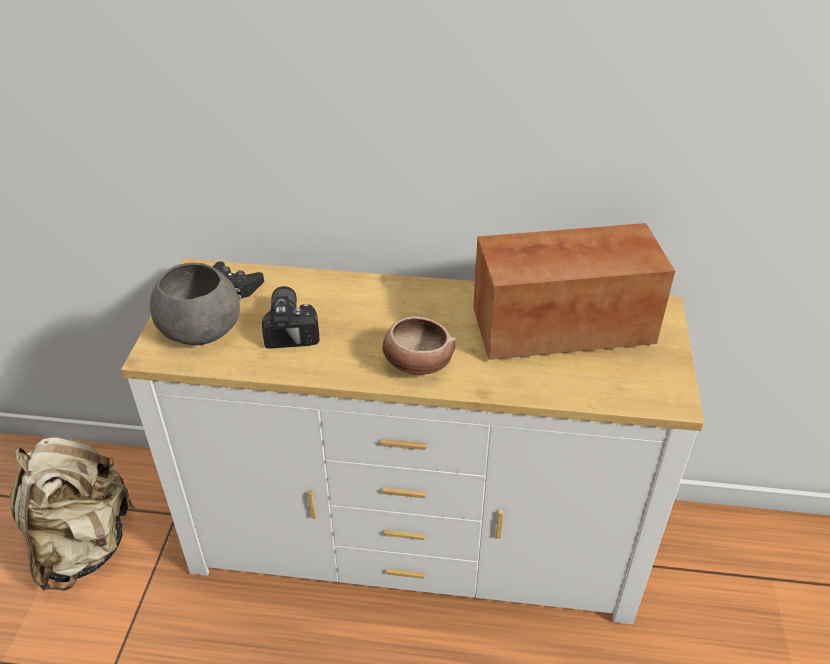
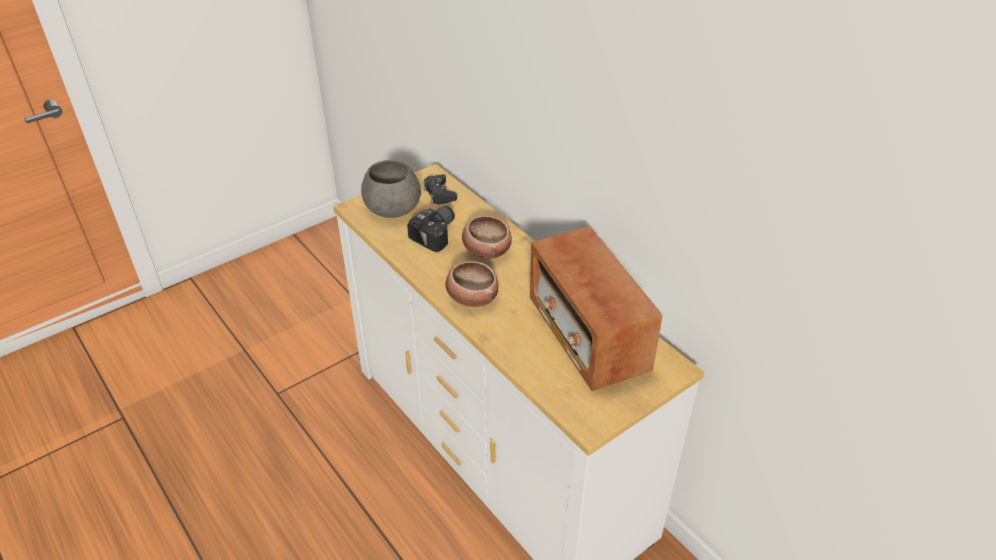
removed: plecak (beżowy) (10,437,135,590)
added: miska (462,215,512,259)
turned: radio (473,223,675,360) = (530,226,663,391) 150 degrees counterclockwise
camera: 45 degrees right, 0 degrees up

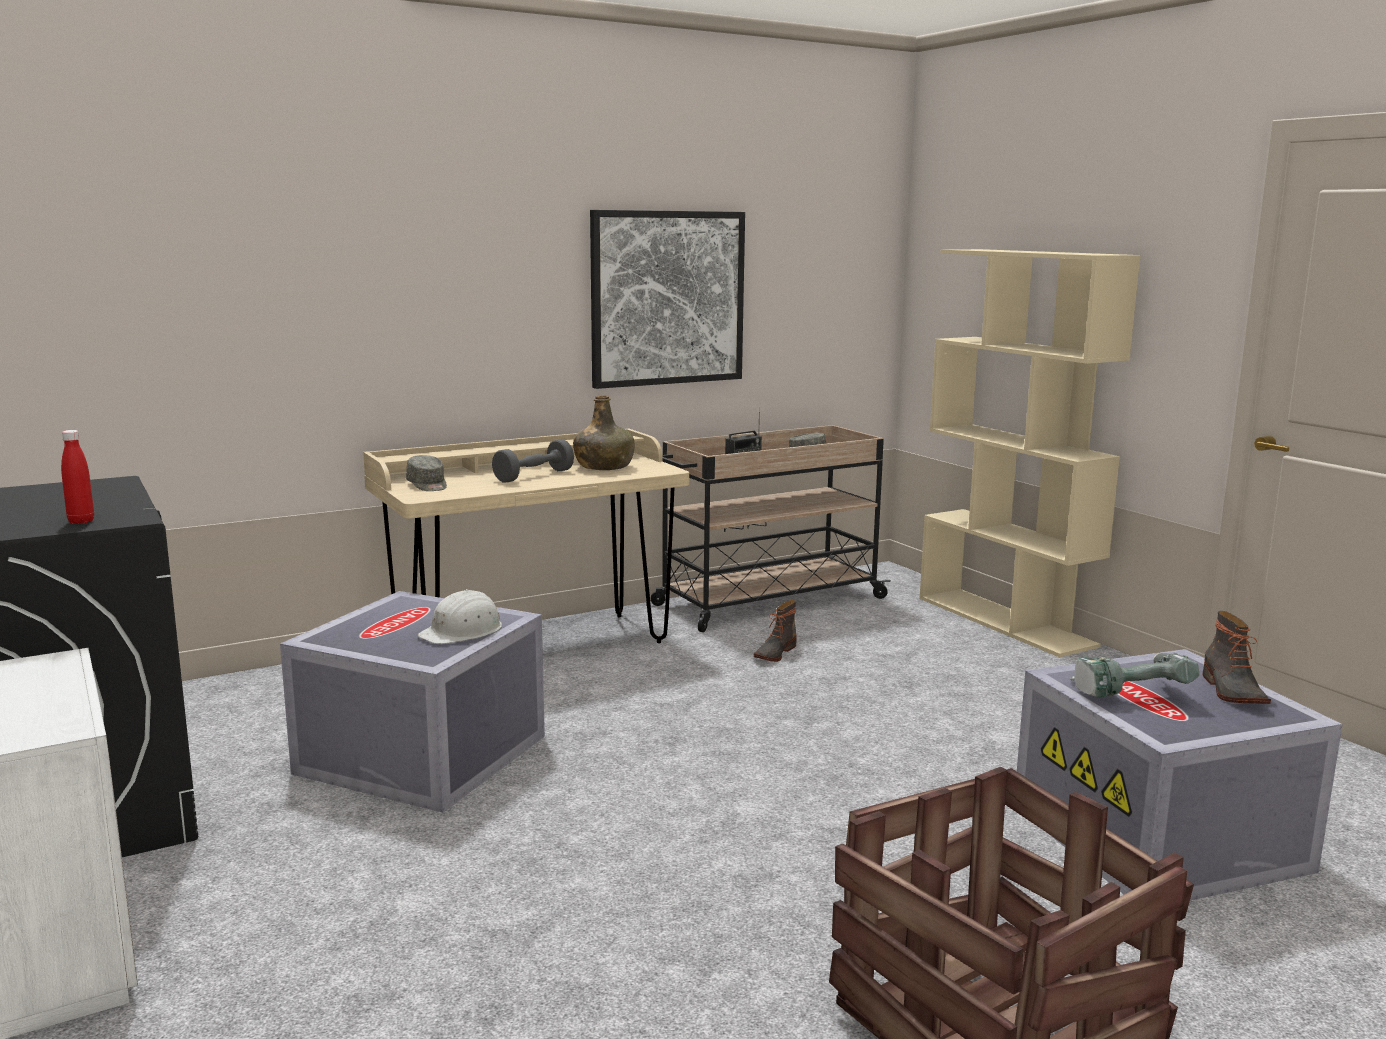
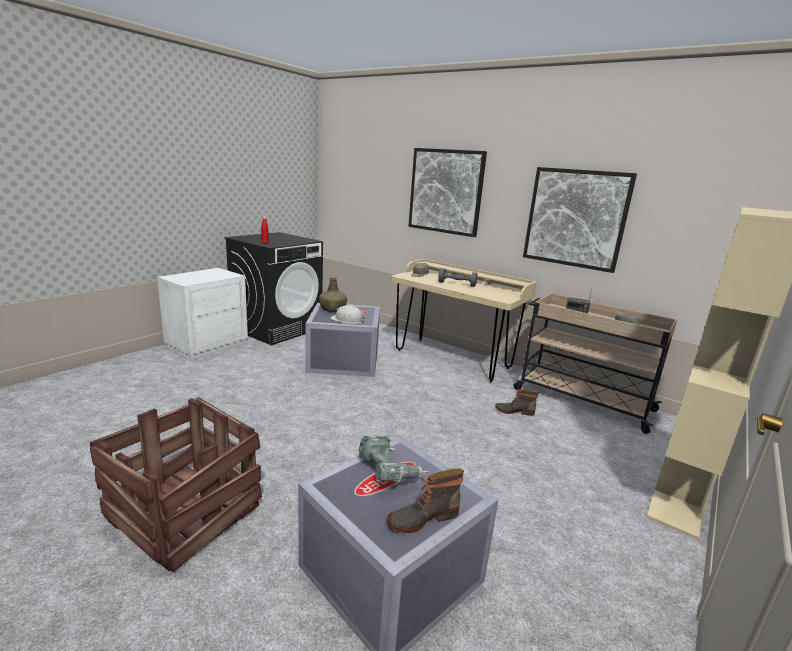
added: obraz (408,148,487,237)
moved: butelka (zielony) (573,396,634,470) to (319,277,347,312)
camera: 65 degrees right, 5 degrees up

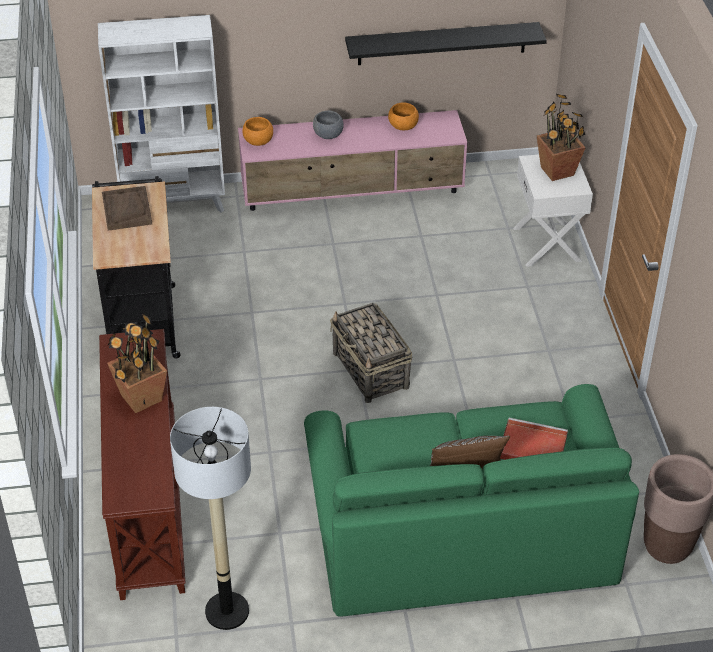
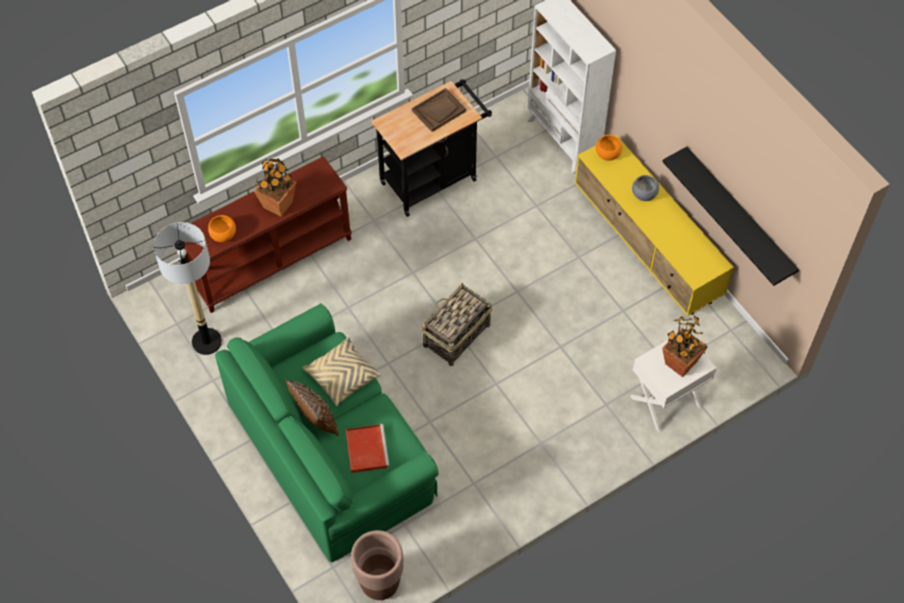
added: poduszka (beżowy) (302,337,381,406)
moved: miska (pomarańczowy) (388,102,419,130) to (208,215,236,242)
recoloured: szafka pod telewizor (różowy) (238,110,468,211) to szafka pod telewizor (żółty) (575,135,734,316)
camera: 65 degrees right, 15 degrees up

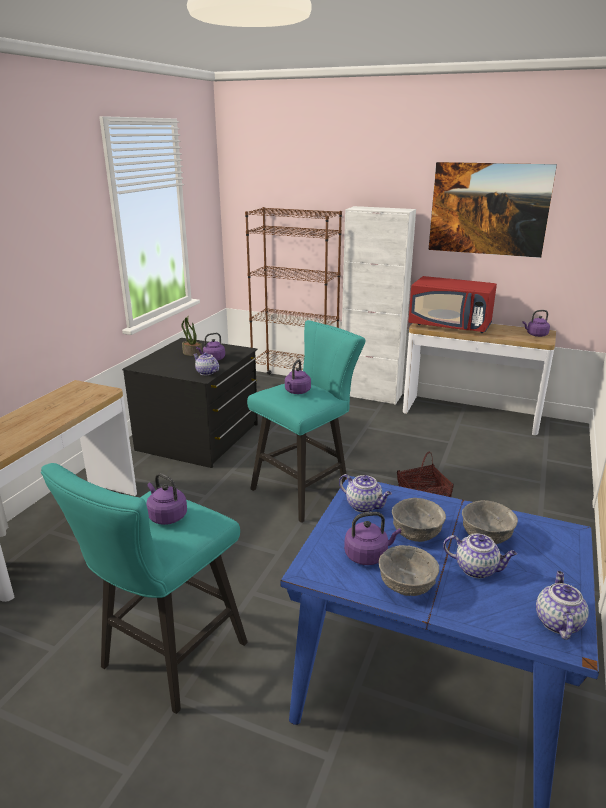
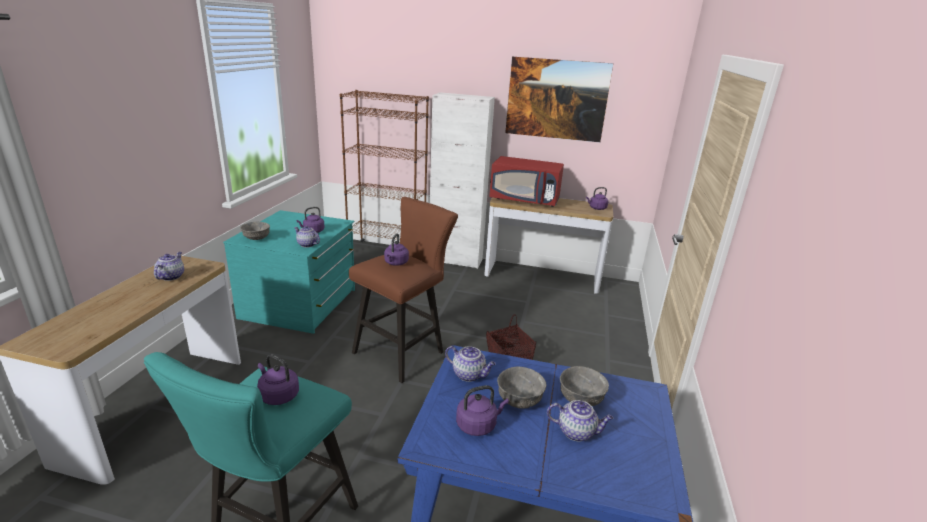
removed: roślina doniczkowa (181,316,202,356)
moved: imbryk (536,571,589,640) to (154,252,184,281); miska (szary) (379,545,439,596) to (240,222,270,240)
recoloured: komoda (czarny) (122,338,258,468) to komoda (turkusowy) (223,210,355,334); stołek (turkusowy) (247,320,365,523) to stołek (brązowy) (349,197,458,383)
camera: 10 degrees left, 0 degrees up

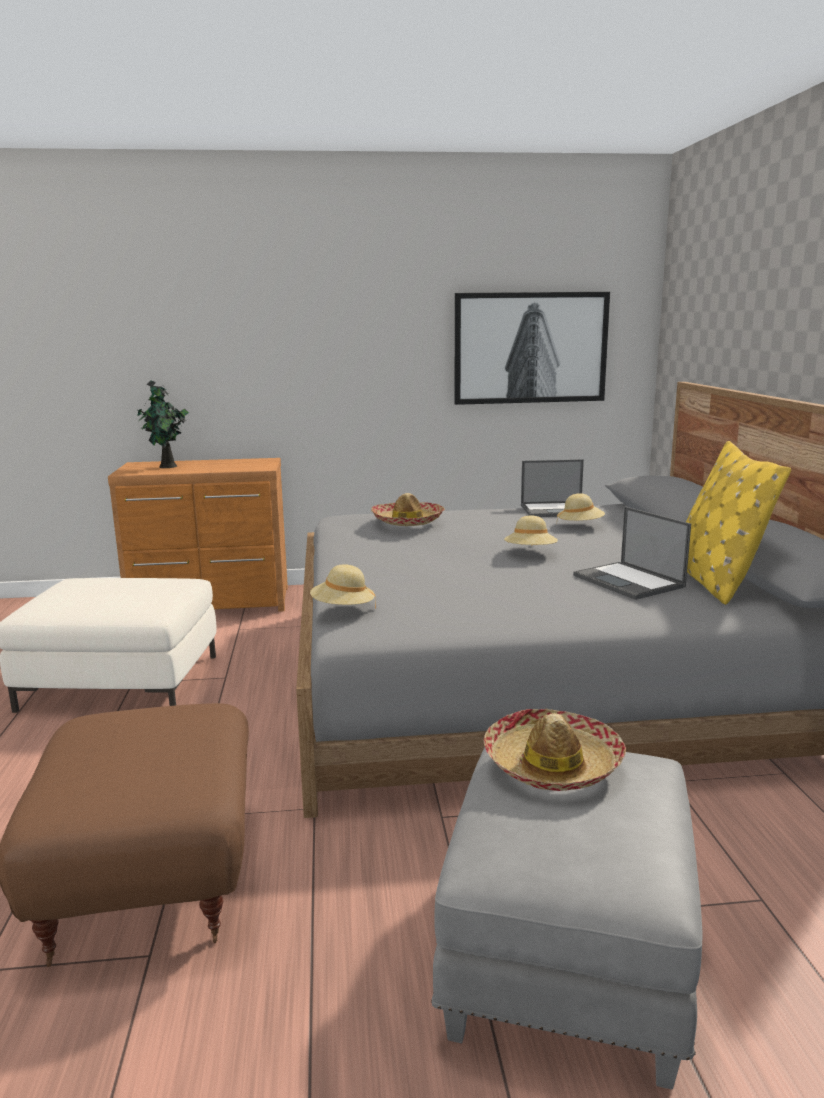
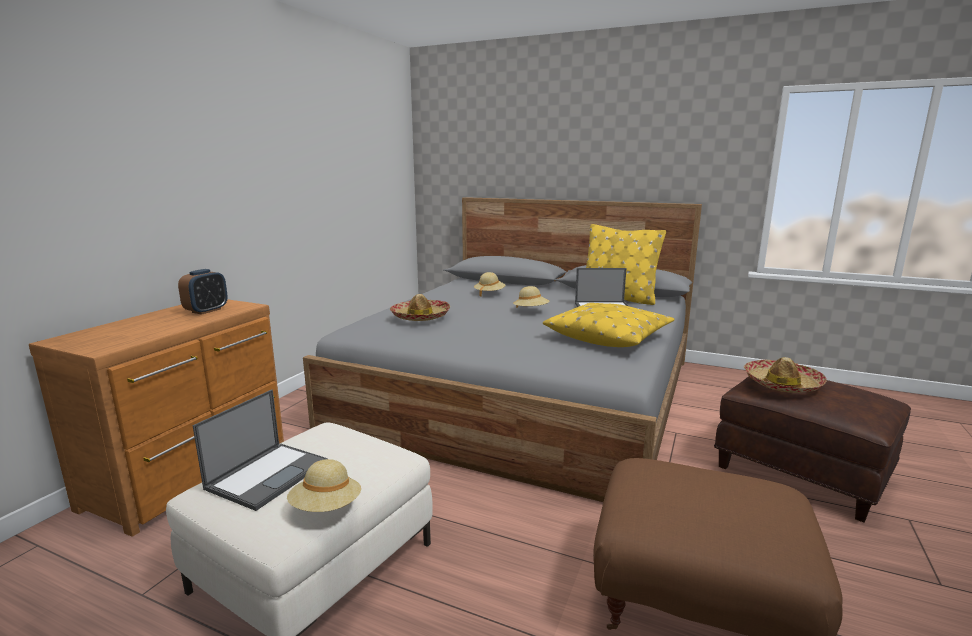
removed: roślina doniczkowa (137,380,189,468); obraz (455,292,610,405)
added: budzik (178,269,228,315); poduszka (żółty) (543,303,674,347)
moved: laptop (521,459,584,517) to (193,389,328,511); kapelusz (beżowy) (310,564,376,609) to (287,459,361,512)
recoloured: pufa (szary) (431,747,702,1090) to pufa (brązowy) (714,377,911,523)
camera: 60 degrees left, 0 degrees up

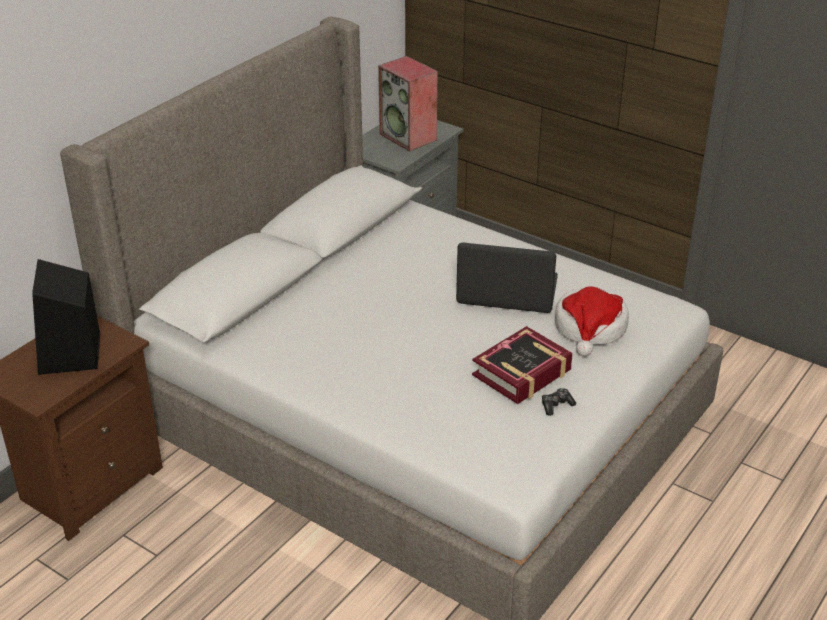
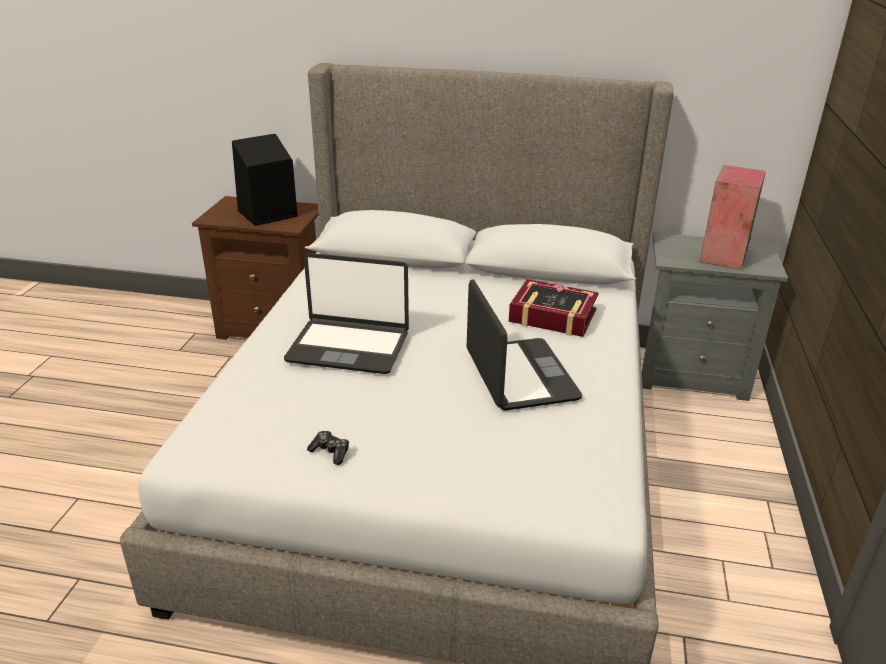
removed: kapelusz (555,286,629,357)
added: laptop (284,253,409,374)
moved: książka (472,326,573,404) to (509,279,598,337)
camera: 65 degrees right, 5 degrees down

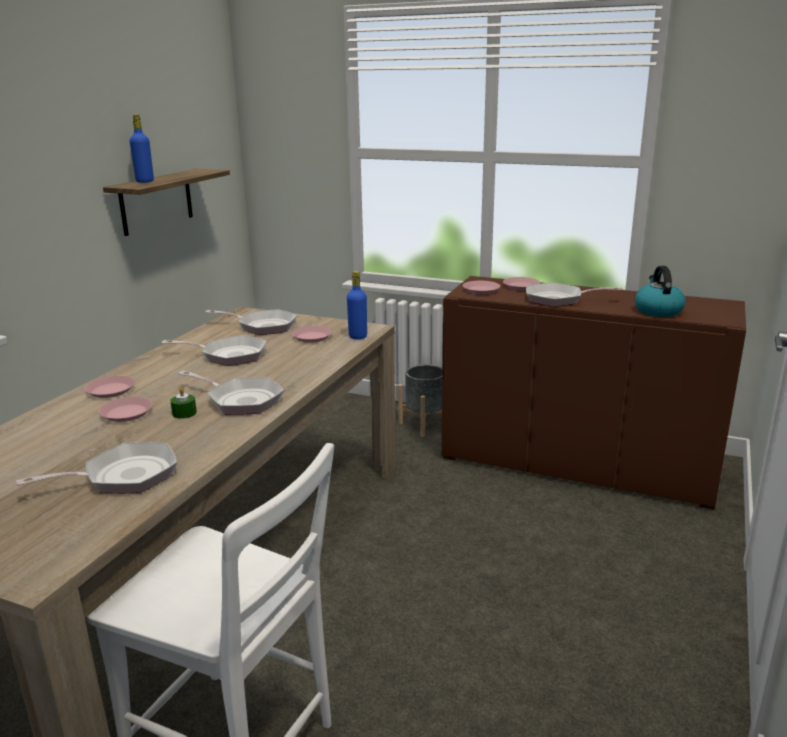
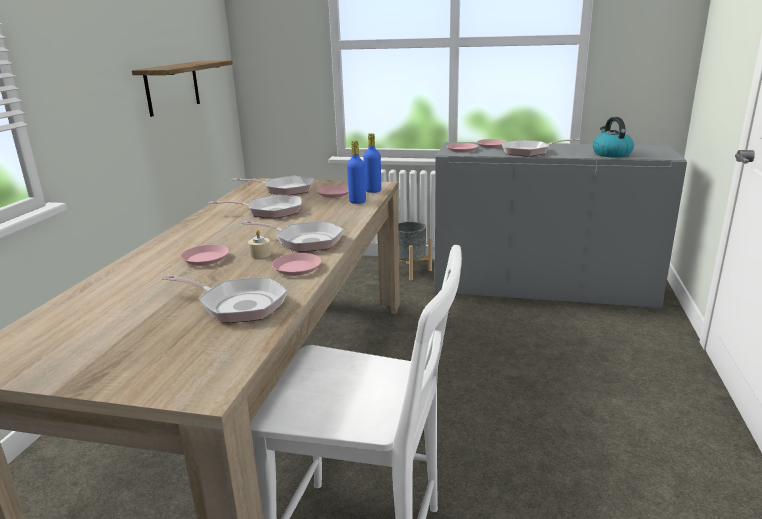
moved: talerz (różowy) (84,376,135,398) to (272,253,322,276); butelka (niebieski) (130,114,154,183) to (347,141,366,204)
recoloured: świeca (zielony) (170,387,197,419) to świeca (beżowy) (248,230,271,258); szafka (brązowy) (442,276,746,509) to szafka (szary) (435,142,687,310)
turned: patelnia (16,442,177,493) = (162,275,288,323) 60 degrees clockwise
camera: 10 degrees left, 0 degrees up

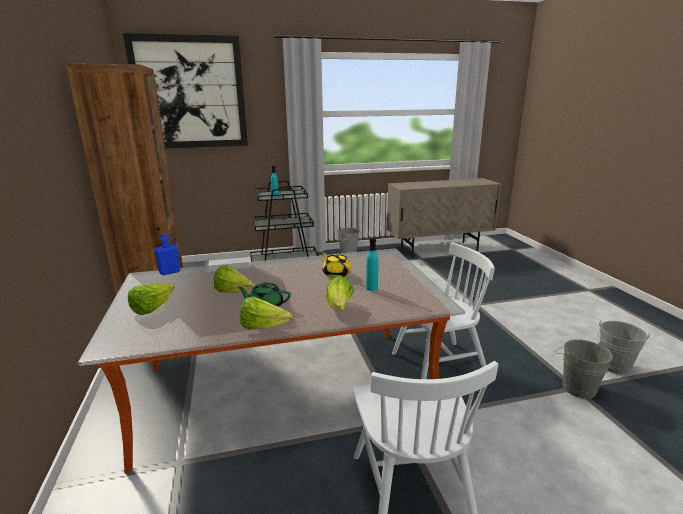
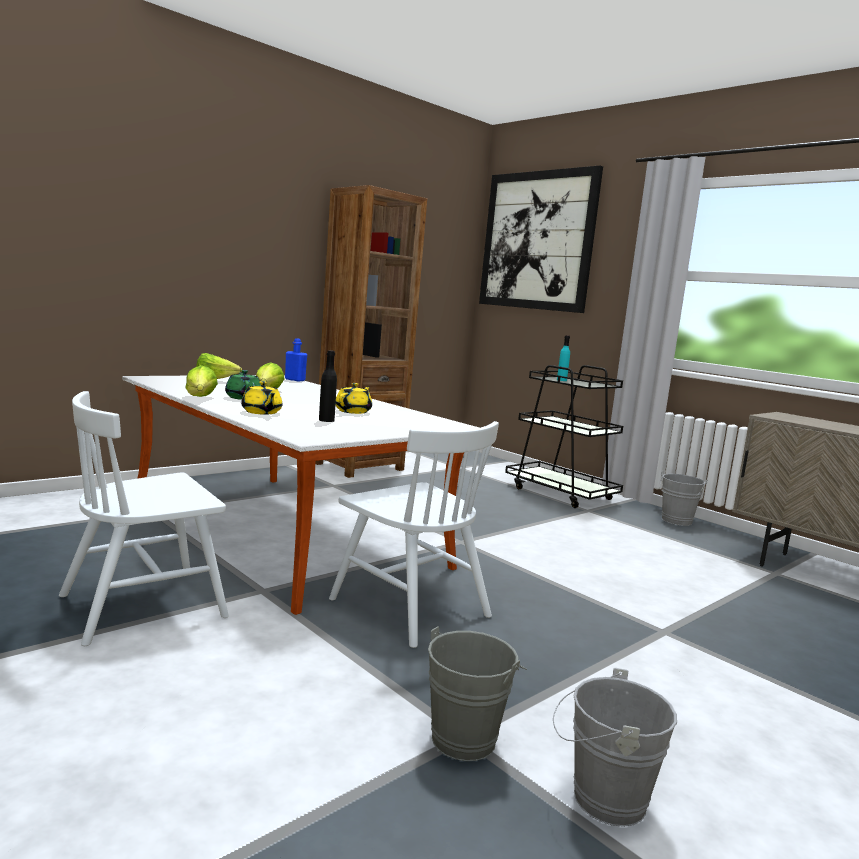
replaced: sałata (326,276,354,311) to imbryk (żółty) (241,381,283,415)
recoloured: butelka (turkusowy) (366,237,378,291) to butelka (czarny) (319,350,337,422)
camera: 60 degrees right, 10 degrees down

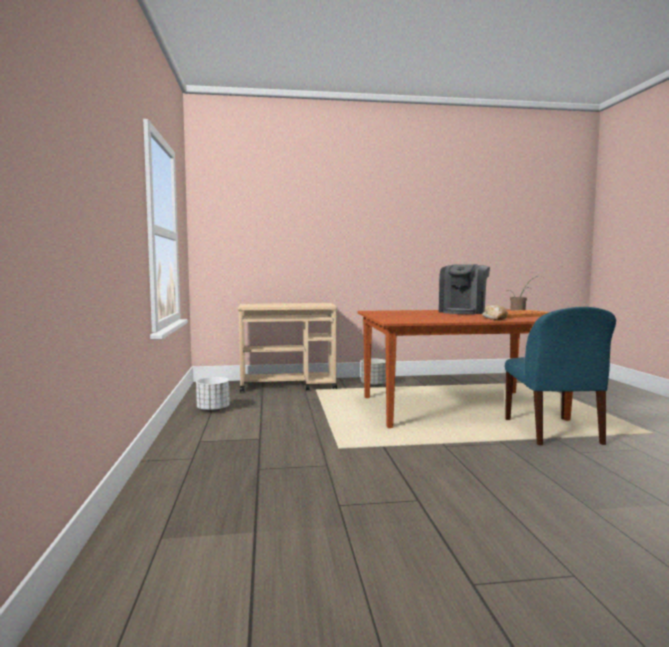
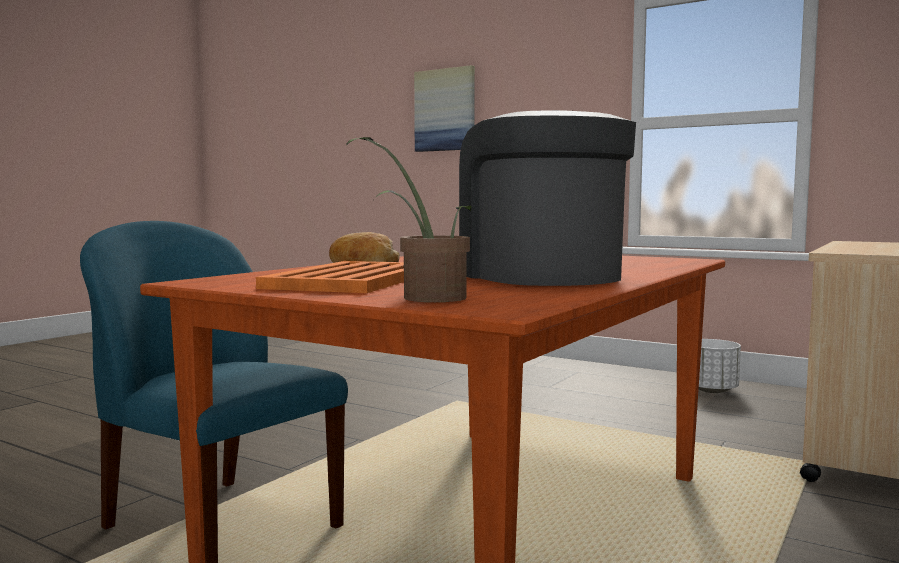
removed: donica (szary) (361,358,386,387)
added: obraz (414,65,475,152)
camera: 130 degrees right, 0 degrees up

